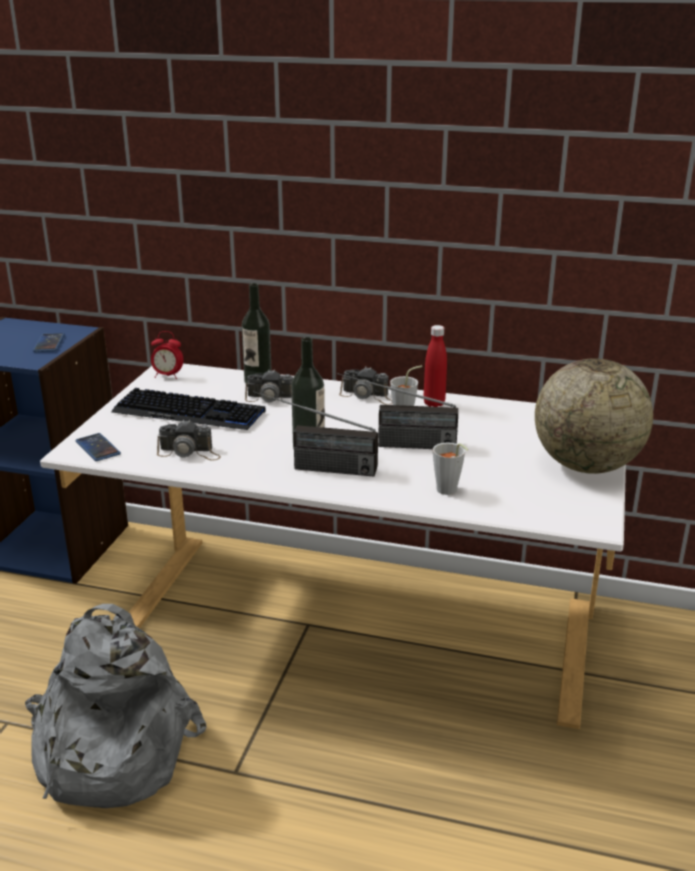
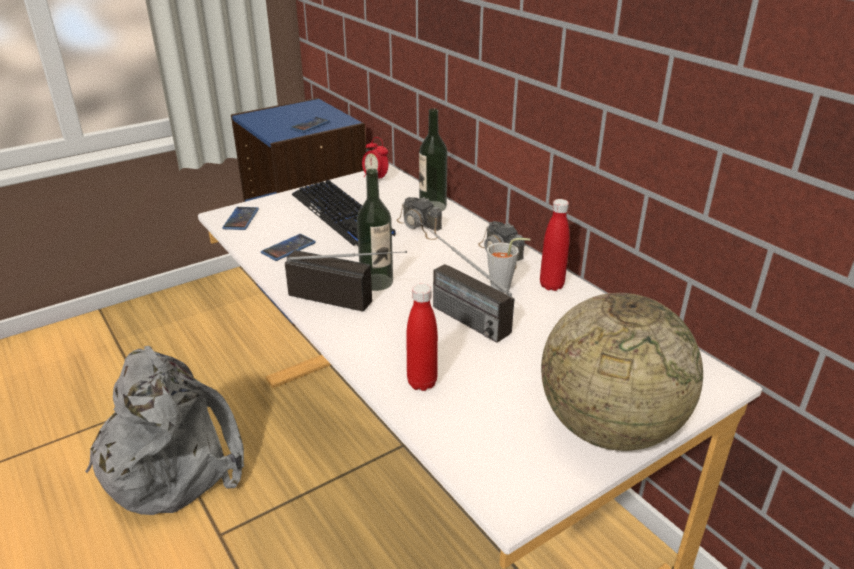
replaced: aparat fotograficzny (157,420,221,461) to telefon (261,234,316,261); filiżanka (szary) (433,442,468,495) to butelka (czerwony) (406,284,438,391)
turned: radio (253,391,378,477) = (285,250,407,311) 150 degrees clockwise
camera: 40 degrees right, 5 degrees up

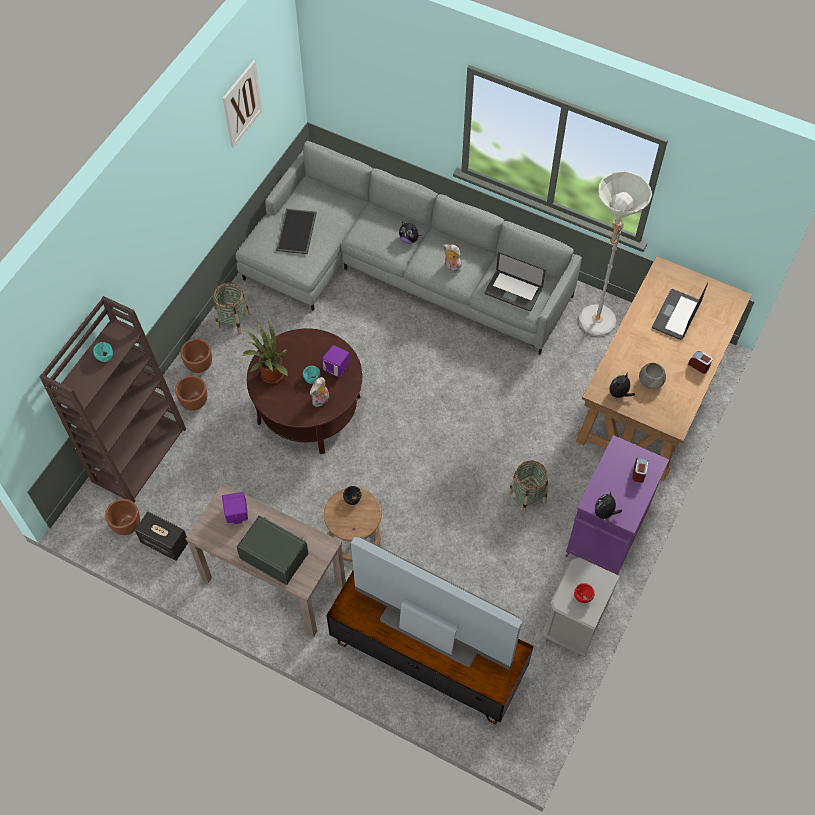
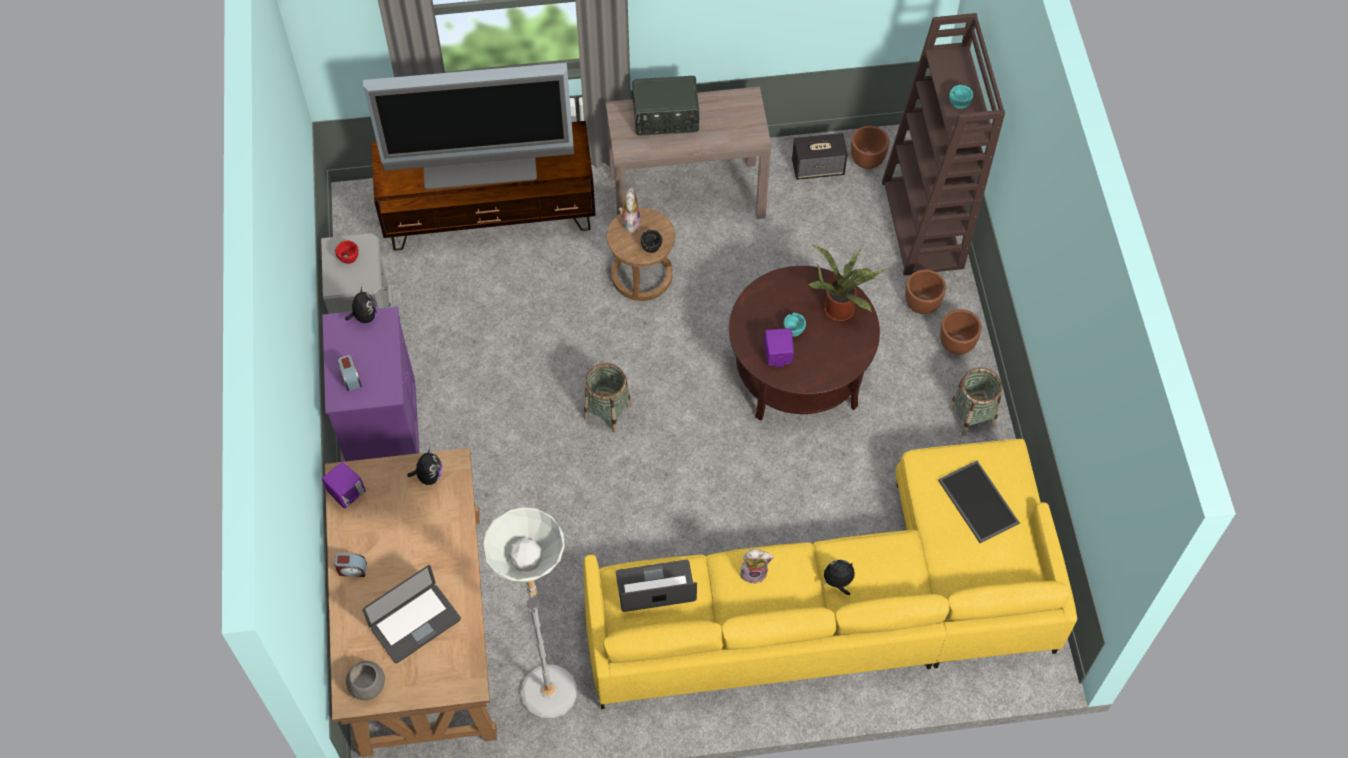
removed: obraz (223,60,263,148)
moved: głośnik (fioletowy) (222,492,248,524) to (322,462,366,509); miska (szary) (639,363,666,389) to (346,661,385,700); koszyk (509,460,548,514) to (584,363,632,433); pluszak (310,377,329,407) to (619,188,641,233)
recoloured: kanapa (szary) (235,141,582,355) to kanapa (żółty) (584,439,1077,709)
turned: laptop (652,282,708,340) = (362,565,461,663) 60 degrees clockwise
camera: 145 degrees right, 0 degrees up

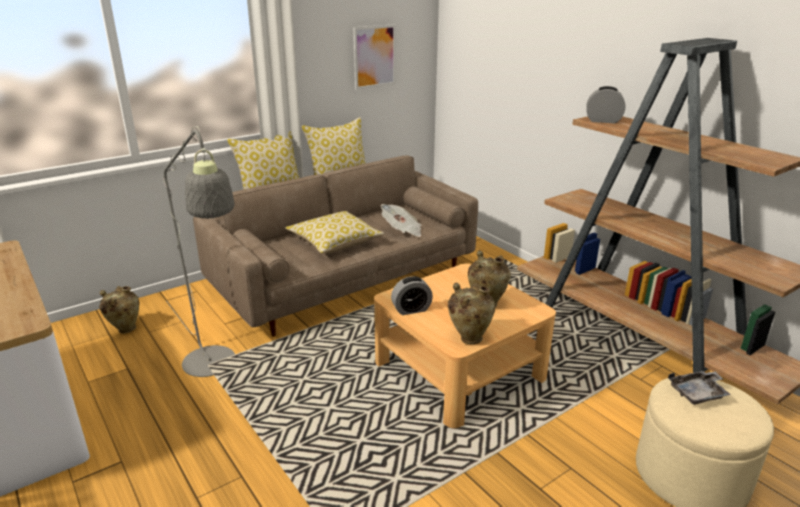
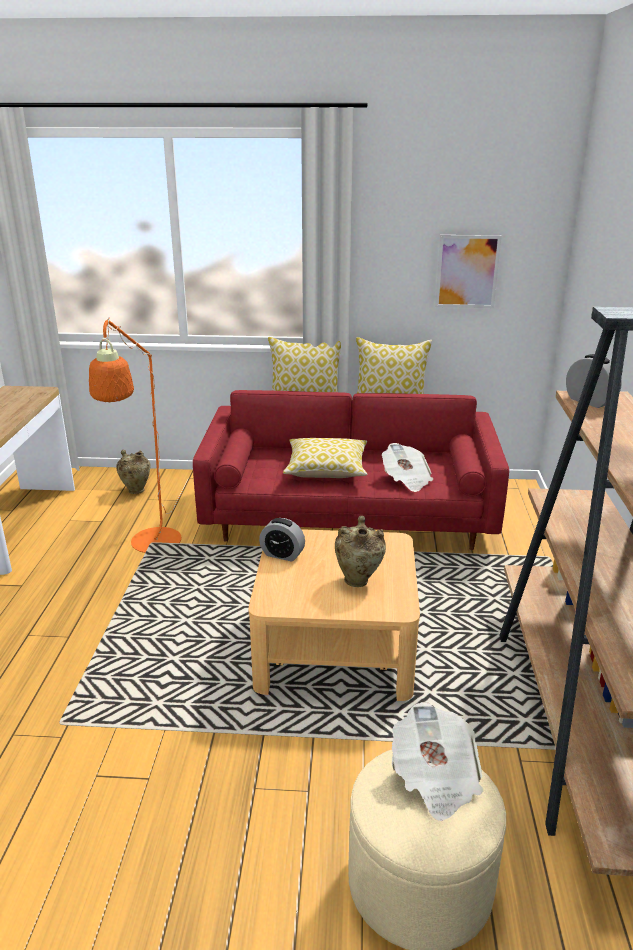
removed: wazon (beżowy) (448,283,495,344)
replaced: taca (szary) (668,371,731,405) to gazeta (391,702,483,821)
recoloured: lampa stojąca (szary) (163,126,235,377) to lampa stojąca (pomarańczowy) (89,317,188,553); kanapa (beżowy) (193,155,478,336) to kanapa (czerwony) (193,390,509,550)
camera: 40 degrees right, 0 degrees up

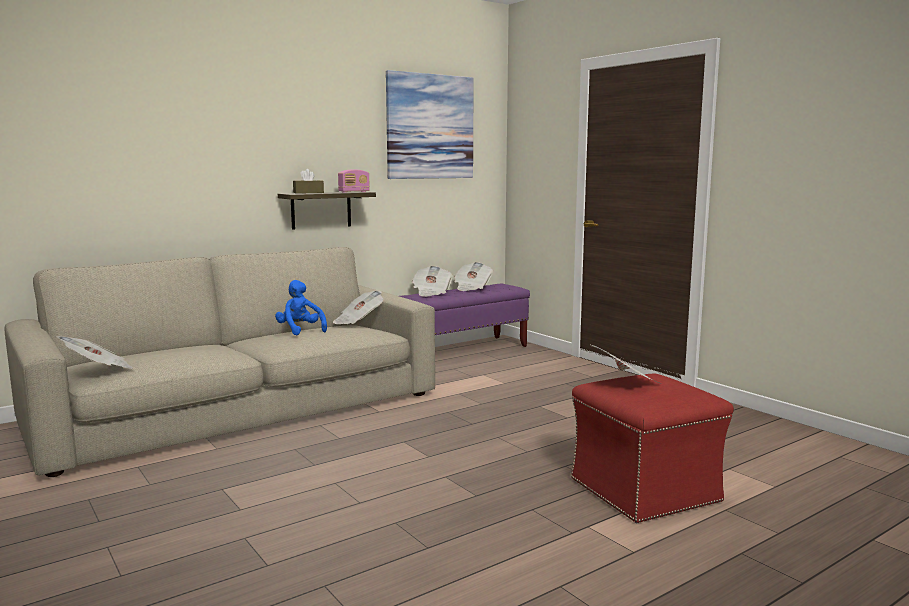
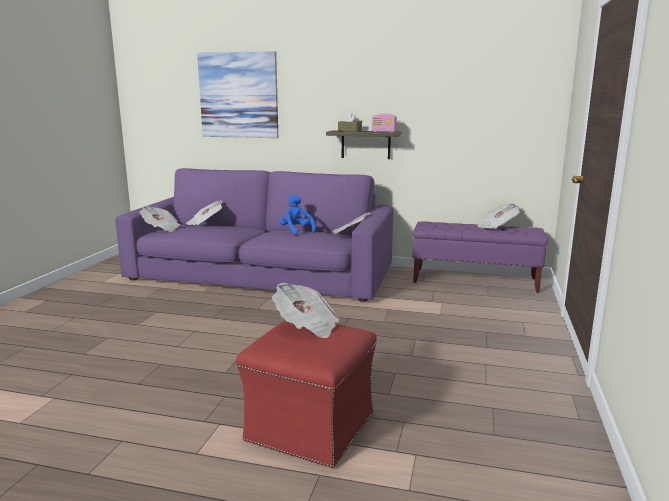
moved: gazeta (412,266,453,297) to (186,200,223,225); obraz (386,70,474,179) to (197,51,278,138)
recoloured: kanapa (beżowy) (4,247,435,477) to kanapa (fioletowy) (115,168,393,302)
turned: pluszak (niebieski) (275,280,327,335) = (279,194,316,235) 45 degrees counterclockwise
camera: 50 degrees right, 5 degrees up

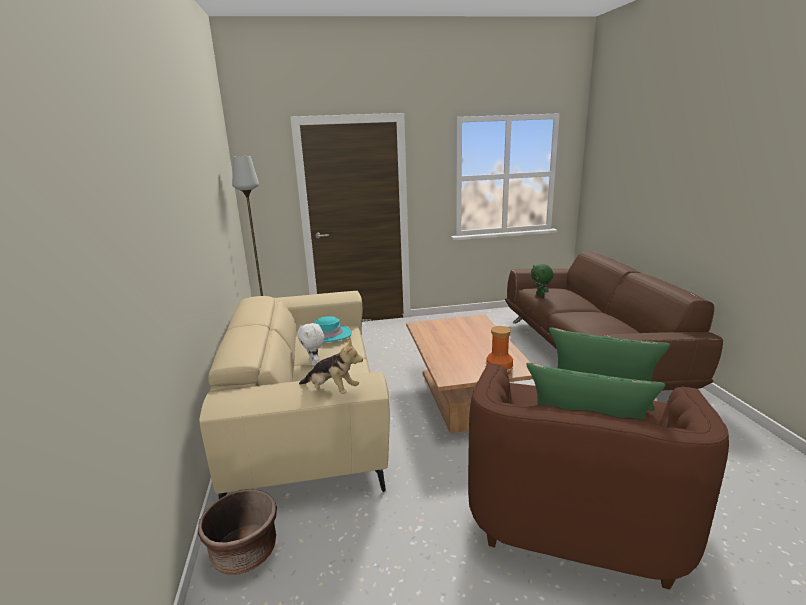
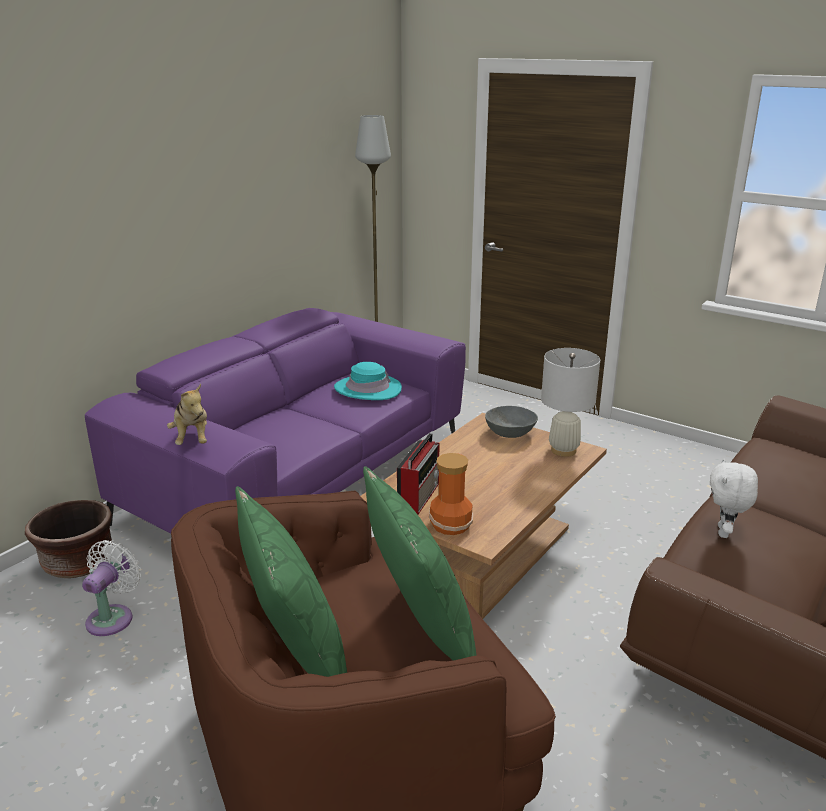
removed: pluszak (zielony) (531,264,554,297)
added: wentylator (biały) (82,540,141,636); radio (397,433,440,515); miska (szary) (485,406,538,438); lampa stołowa (biały) (541,348,600,457)
moved: pluszak (biały) (297,323,325,366) to (710,458,758,538)
recoloured: kanapa (beżowy) (199,291,390,499) to kanapa (fioletowy) (85,308,466,533)
camera: 45 degrees right, 5 degrees up

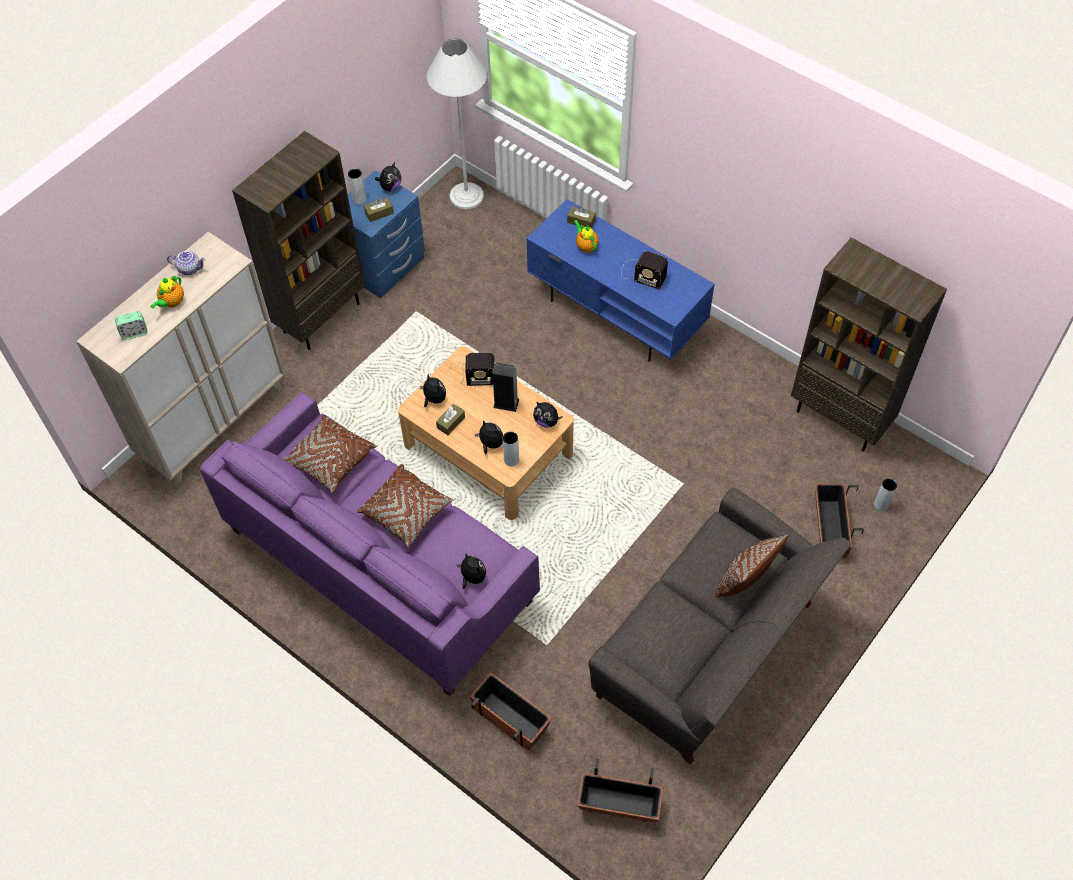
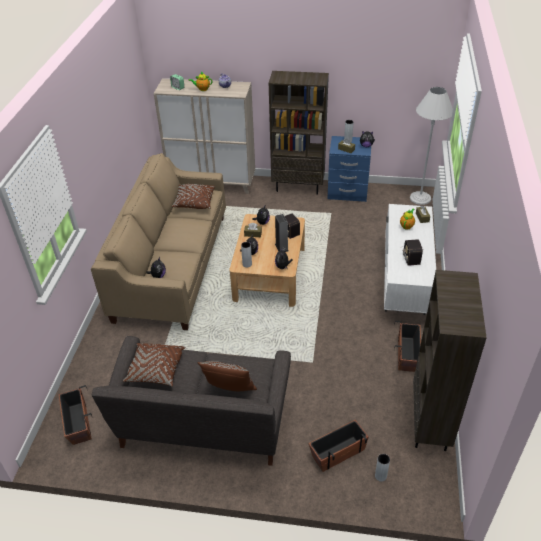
moved: poduszka (brązowy) (357,464,453,547) to (123,343,185,387); donica (470,673,552,751) to (394,321,421,372)
recoloured: kanapa (fioletowy) (200,392,540,696) to kanapa (beżowy) (91,153,226,330); szafka pod telewizor (niebieski) (526,199,715,362) to szafka pod telewizor (biały) (384,204,436,315)
camera: 60 degrees right, 15 degrees down

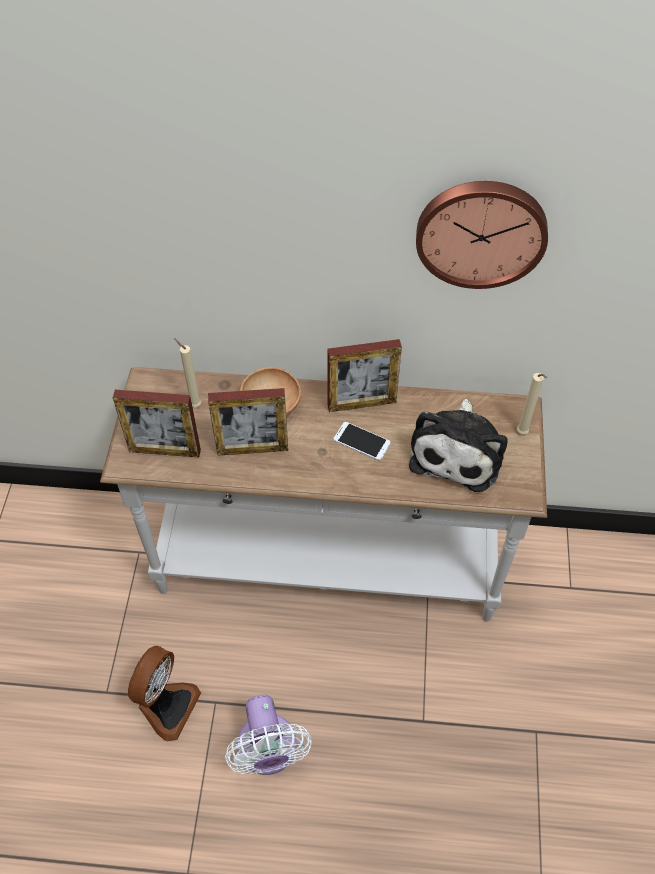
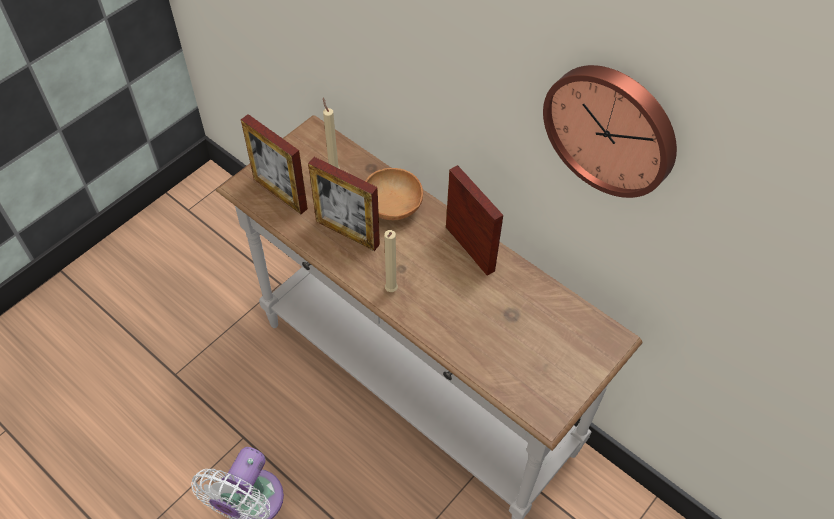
removed: wentylator (128,646,201,741); telefon (334,422,391,461); pluszak (409,399,508,492)
moved: świeca (beżowy) (517,373,547,434) to (384,230,398,292)
turned: ramka na zdjęcie (327,339,402,412) = (446,165,503,276) 150 degrees counterclockwise
camera: 35 degrees right, 0 degrees up

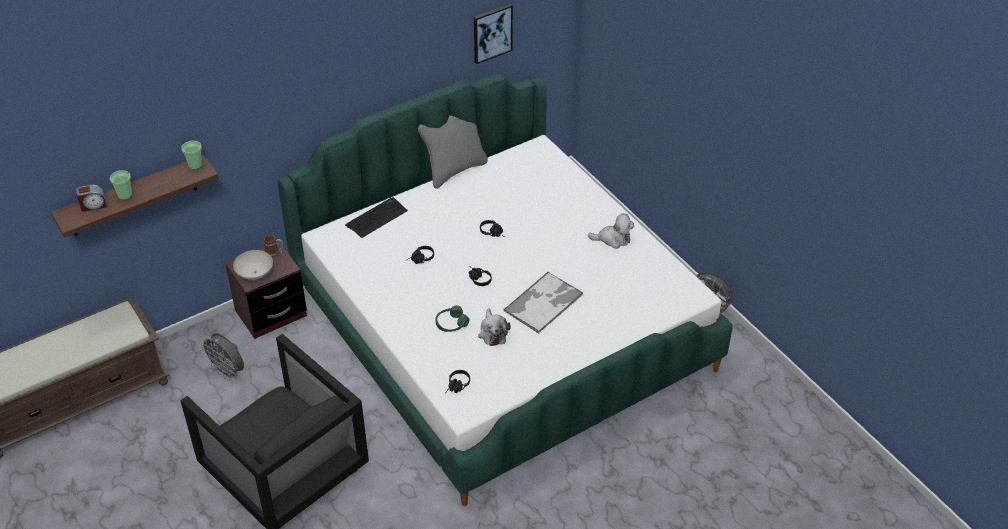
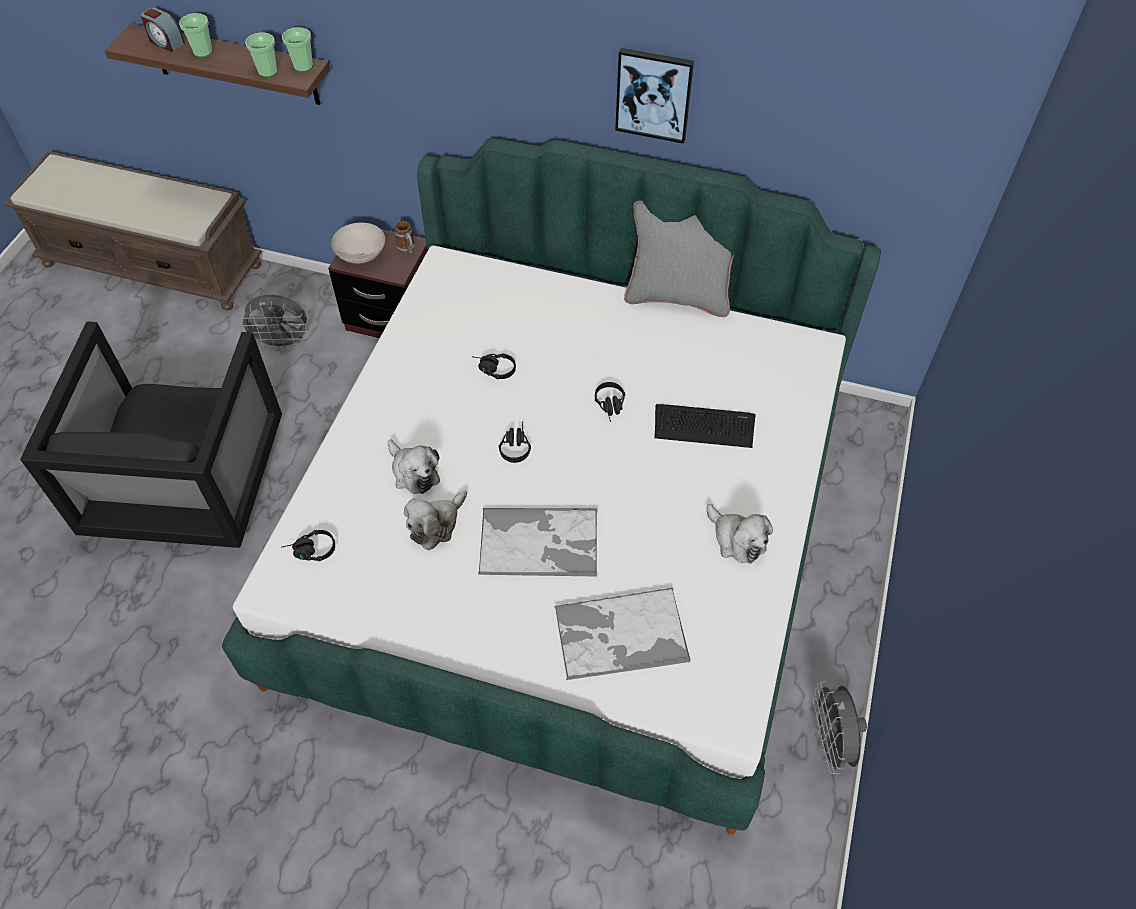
added: filiżanka (245,33,278,77); taca (554,588,691,681)
moved: obraz (474,4,513,64) to (615,48,694,144); klawiatura (345,197,408,238) to (655,404,756,448)
replaced: słuchawki (zielony) (435,305,470,332) to pluszak (388,439,440,494)
turned: wentylator (szary) (199,333,244,381) = (238,295,310,351) 90 degrees counterclockwise
camera: 50 degrees right, 10 degrees up

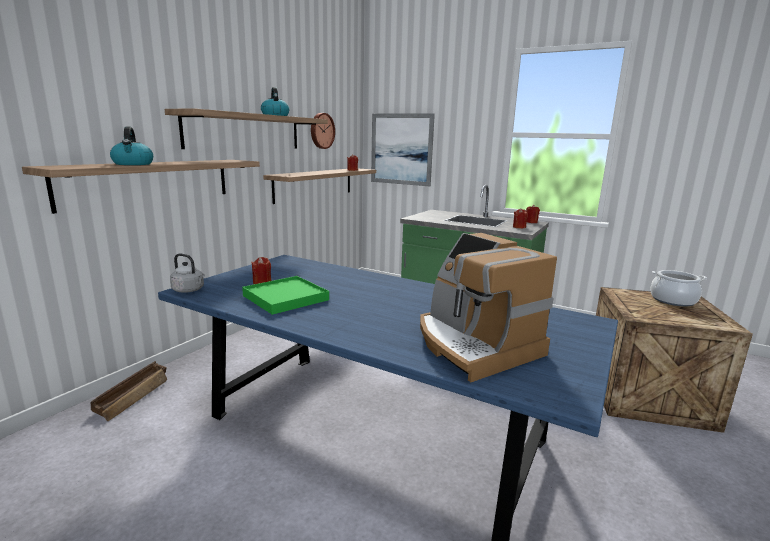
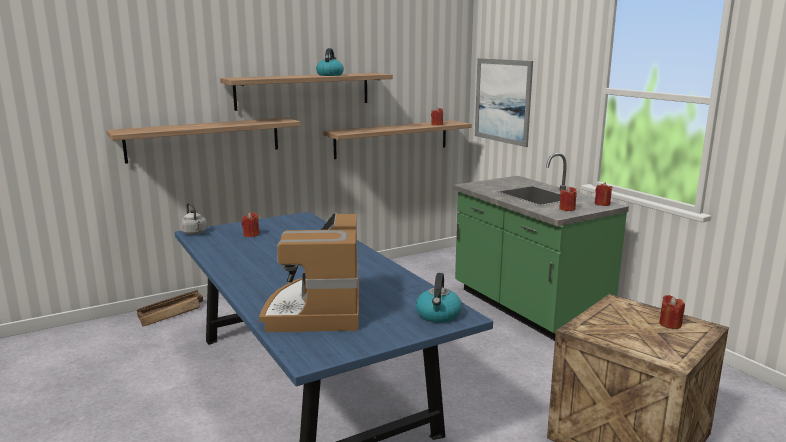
removed: taca (zielony) (242,276,329,315); zegar ścienny (311,113,335,149)
moved: czajnik (110,126,153,165) to (416,273,462,323)
replaced: garnek (650,270,707,307) to świeca (czerwony) (659,295,685,329)
camera: 30 degrees right, 0 degrees up

